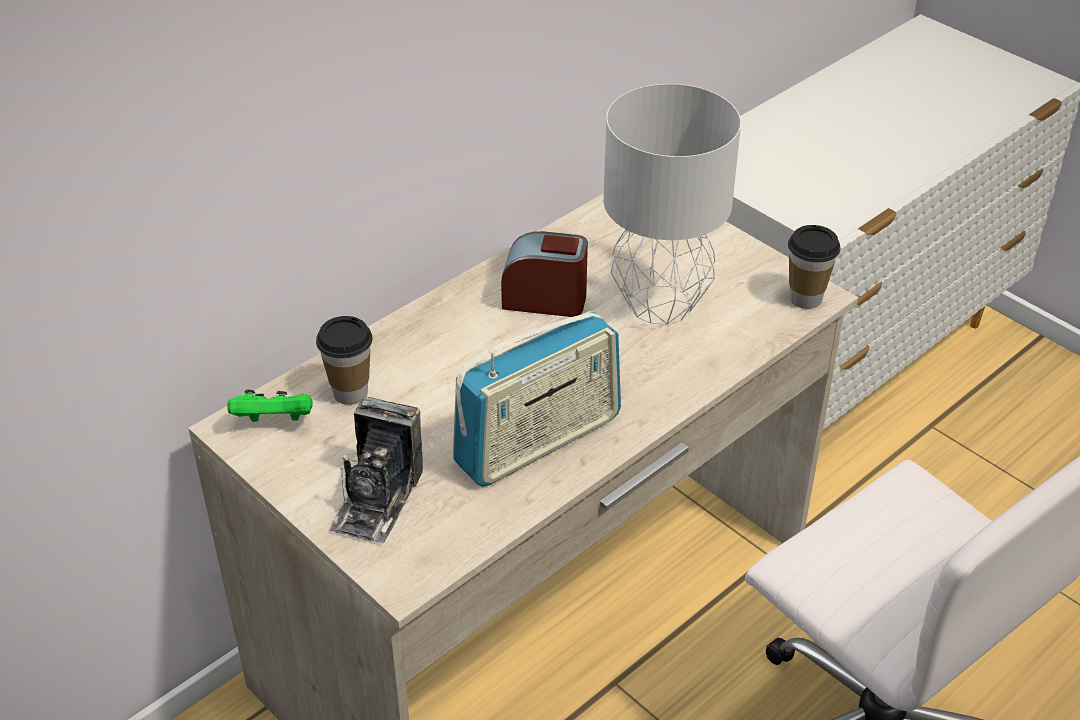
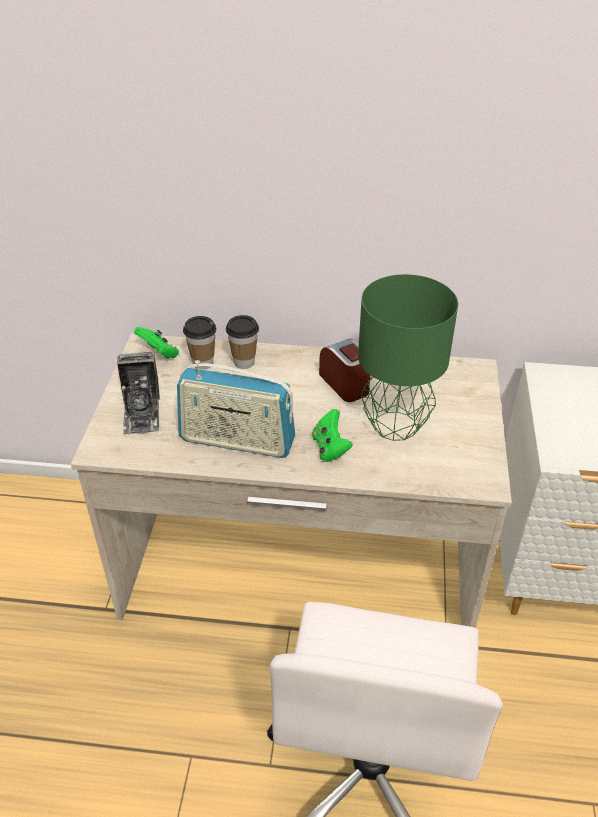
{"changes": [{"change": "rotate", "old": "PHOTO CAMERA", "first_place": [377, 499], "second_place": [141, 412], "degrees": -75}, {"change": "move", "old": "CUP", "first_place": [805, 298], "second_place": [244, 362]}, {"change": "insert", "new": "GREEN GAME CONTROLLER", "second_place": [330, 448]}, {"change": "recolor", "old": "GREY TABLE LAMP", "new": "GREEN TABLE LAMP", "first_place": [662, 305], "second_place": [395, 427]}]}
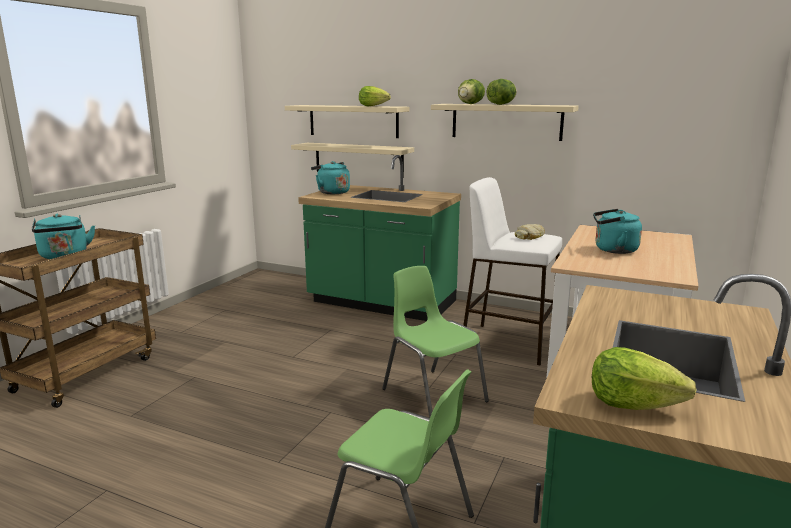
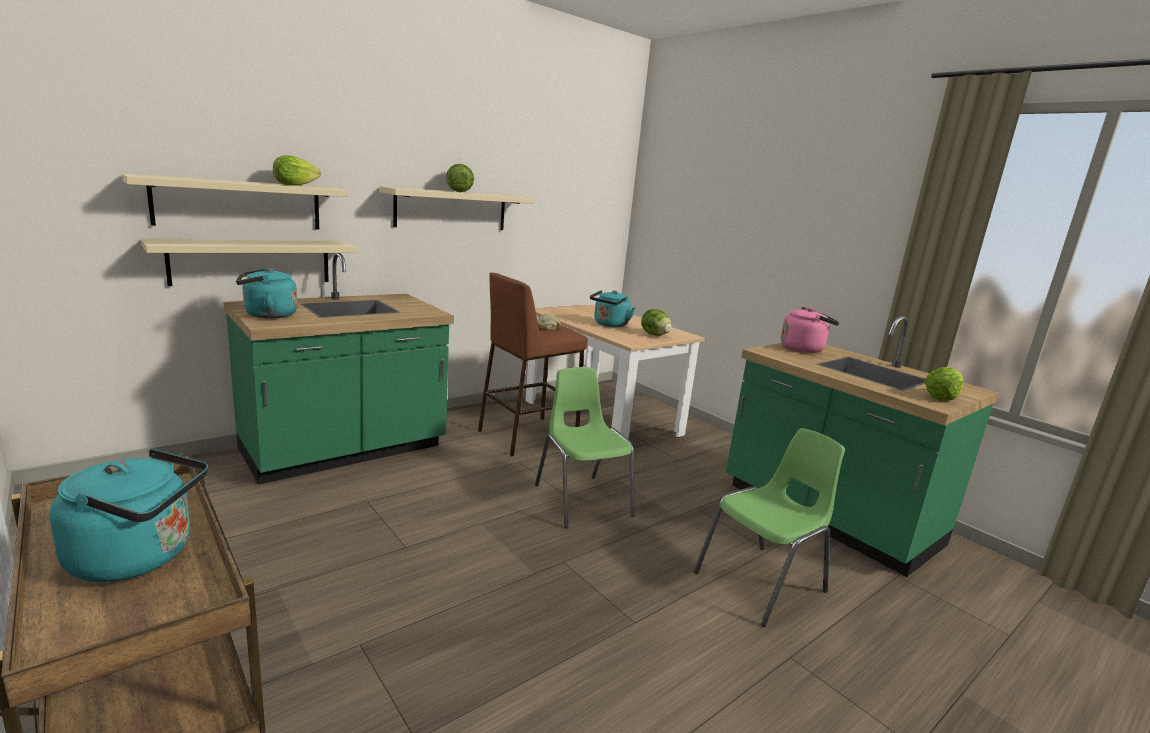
{"changes": [{"change": "recolor", "old": "WHITE STOOL", "new": "BROWN STOOL", "first_place": [507, 343], "second_place": [527, 436]}, {"change": "rotate", "old": "GREEN CHAIR", "first_place": [432, 395], "second_place": [581, 499], "degrees": 75}, {"change": "move", "old": "LETTUCE", "first_place": [470, 104], "second_place": [655, 335]}, {"change": "insert", "new": "PINK KETTLE", "second_place": [804, 349]}]}
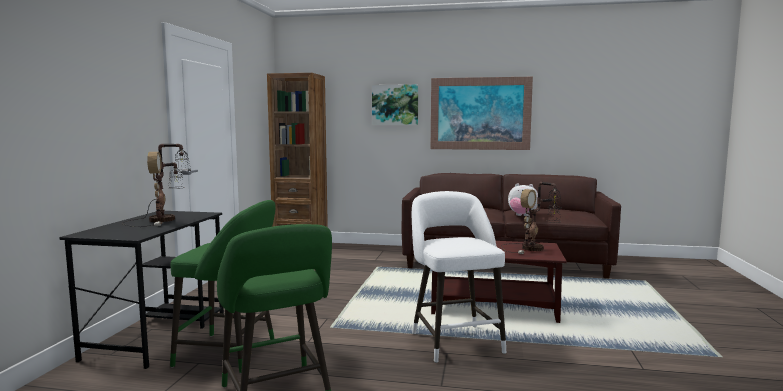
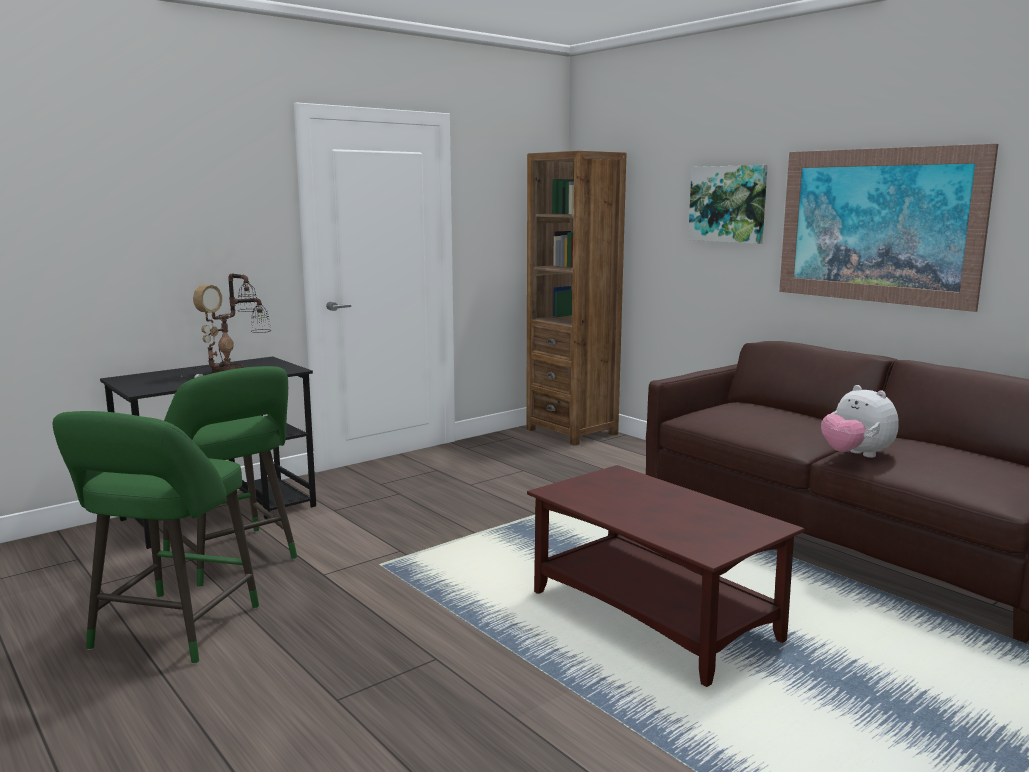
{"changes": [{"change": "delete", "old": "WHITE STOOL", "first_place": [454, 341]}, {"change": "delete", "old": "TABLE LAMP", "first_place": [534, 248]}]}
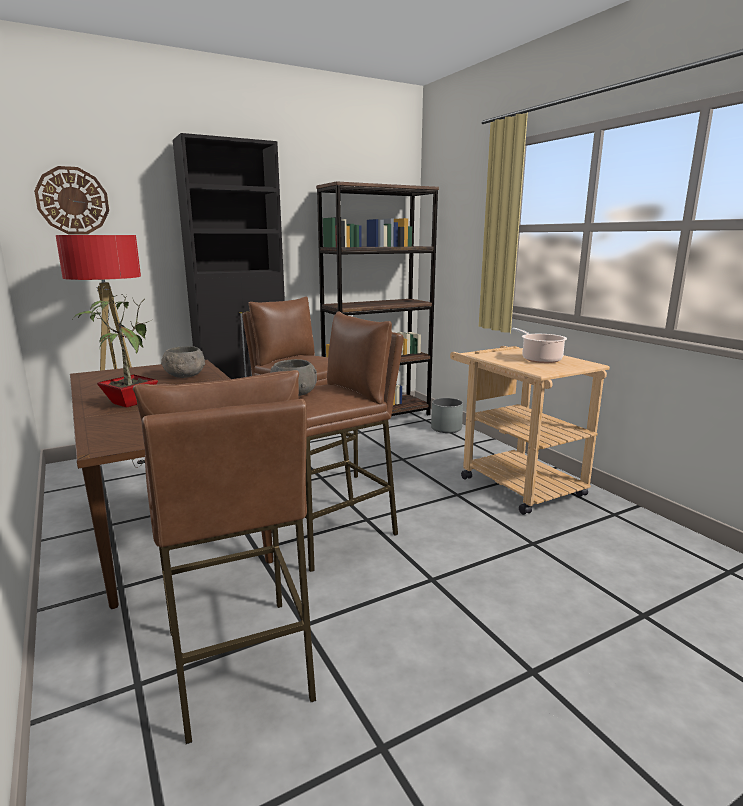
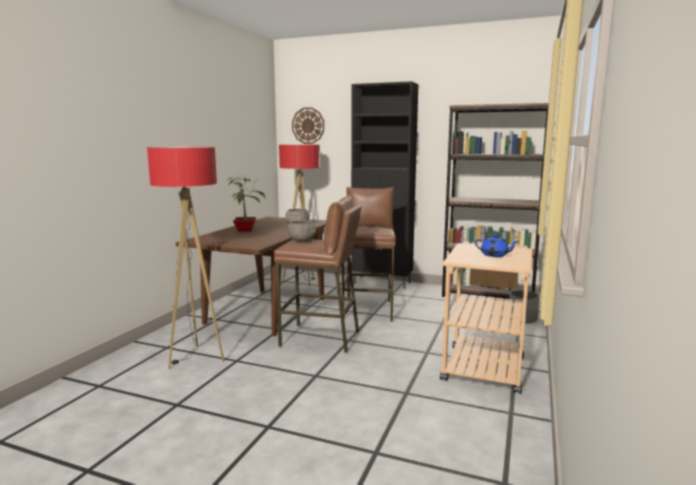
{"changes": [{"change": "replace", "old": "BROWN STOOL", "new": "FLOOR LAMP", "first_place": [238, 664], "second_place": [196, 358]}, {"change": "replace", "old": "COOKING POT", "new": "BLUE TEAPOT", "first_place": [539, 359], "second_place": [495, 255]}]}
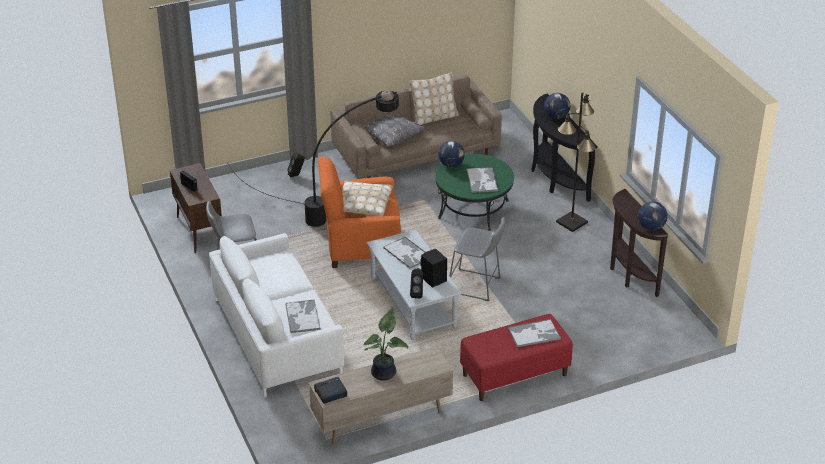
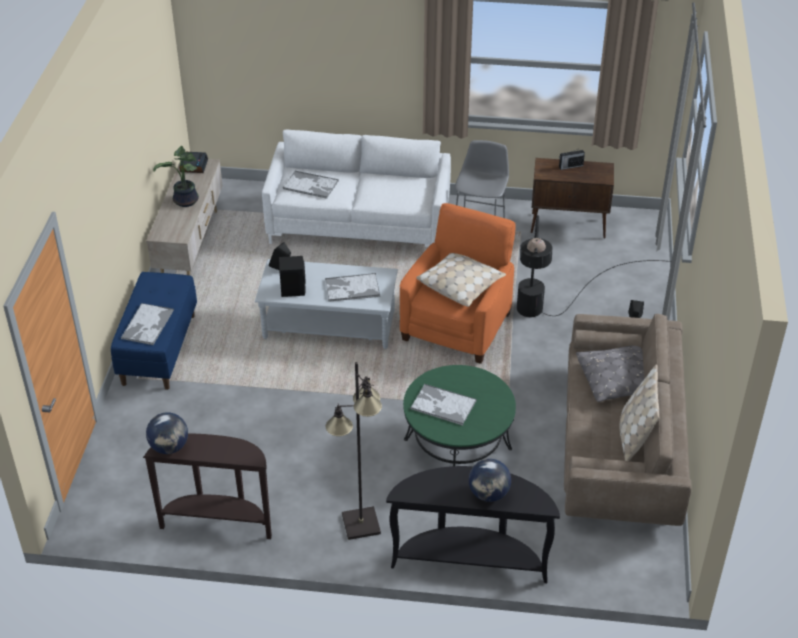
{"changes": [{"change": "recolor", "old": "RED BENCH", "new": "BLUE BENCH", "first_place": [514, 375], "second_place": [158, 349]}, {"change": "delete", "old": "GLOBE", "first_place": [451, 164]}, {"change": "delete", "old": "GREY STOOL", "first_place": [476, 286]}]}
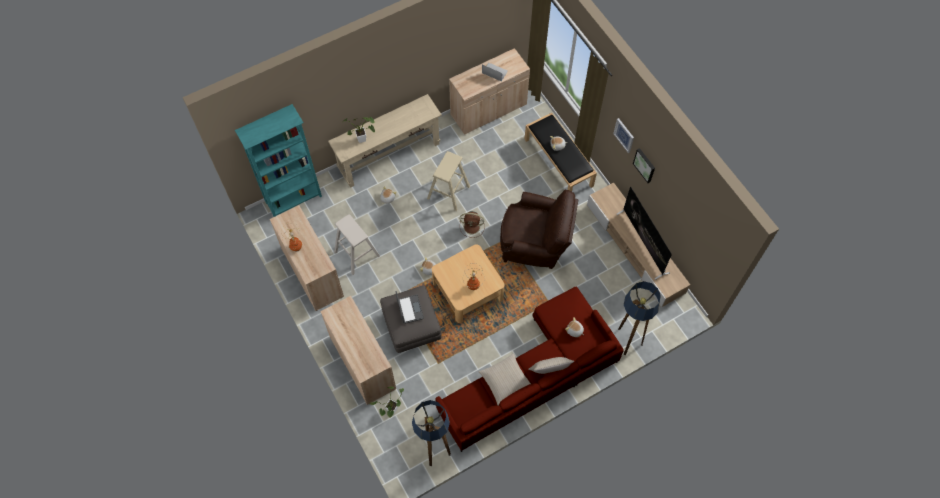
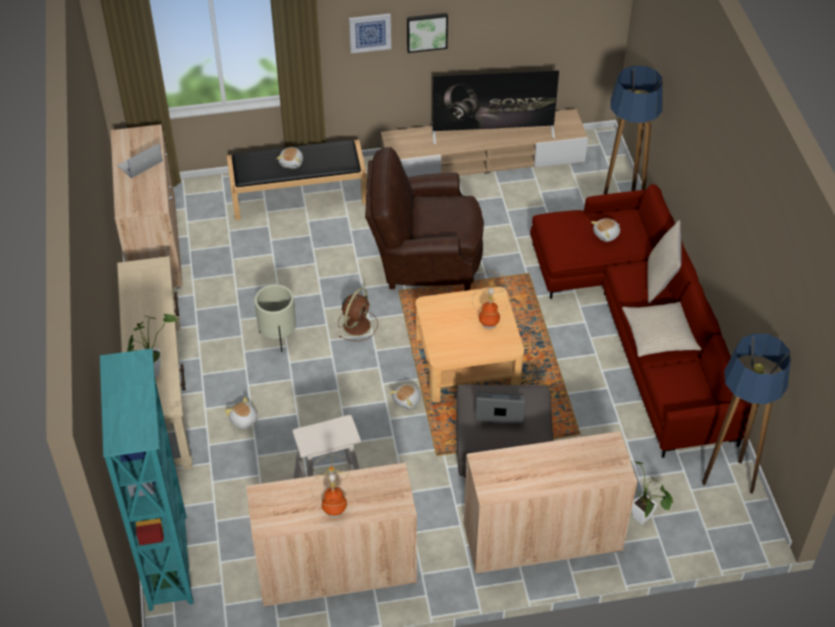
{"changes": [{"change": "replace", "old": "BEIGE STOOL", "new": "BEIGE PLANTER", "first_place": [448, 192], "second_place": [278, 336]}, {"change": "rotate", "old": "BROWN ARMCHAIR", "first_place": [535, 243], "second_place": [423, 260], "degrees": -120}]}
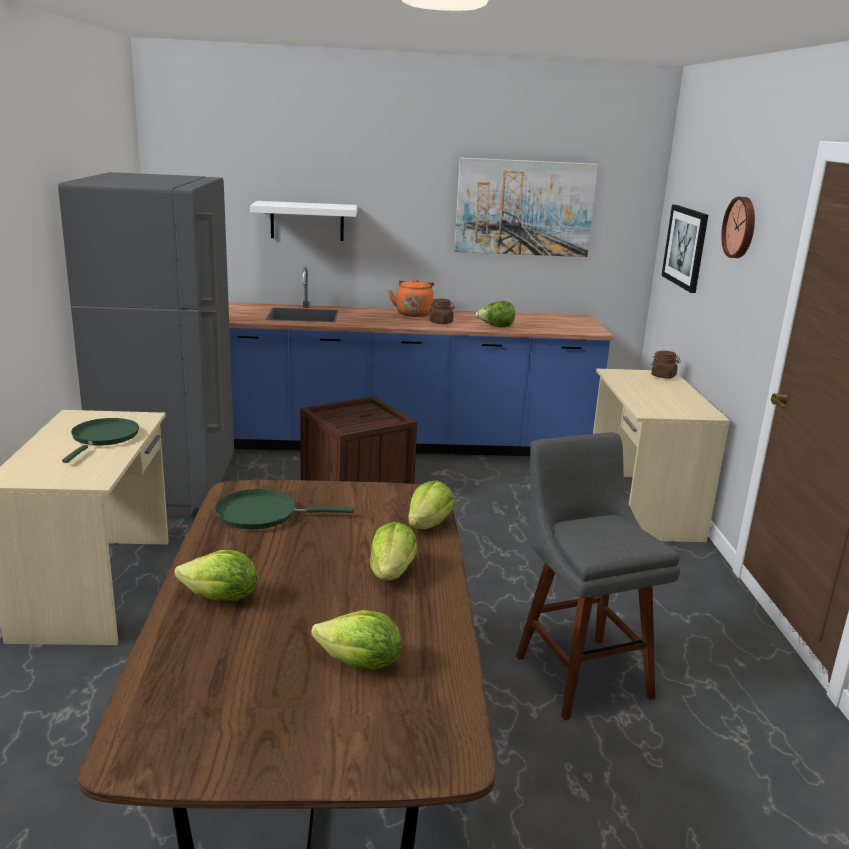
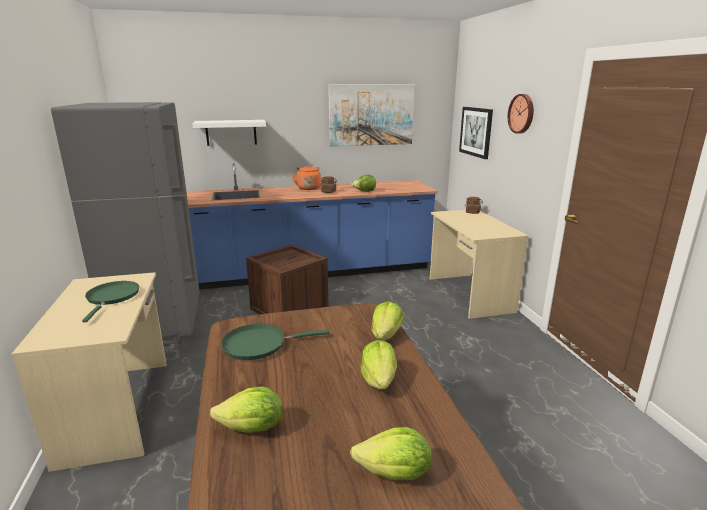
{"changes": [{"change": "delete", "old": "GREY STOOL", "first_place": [579, 672]}]}
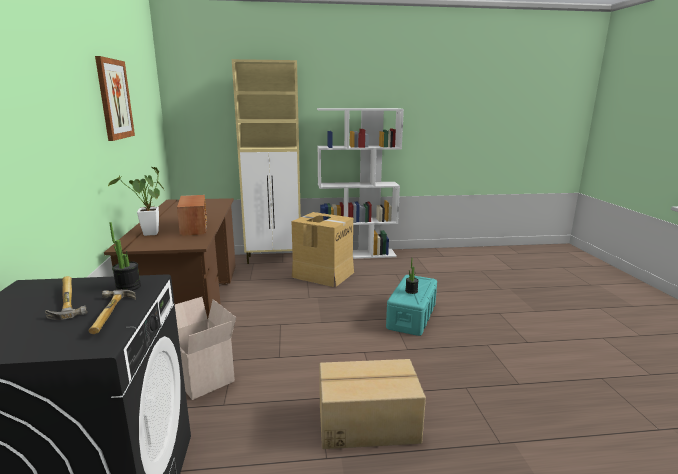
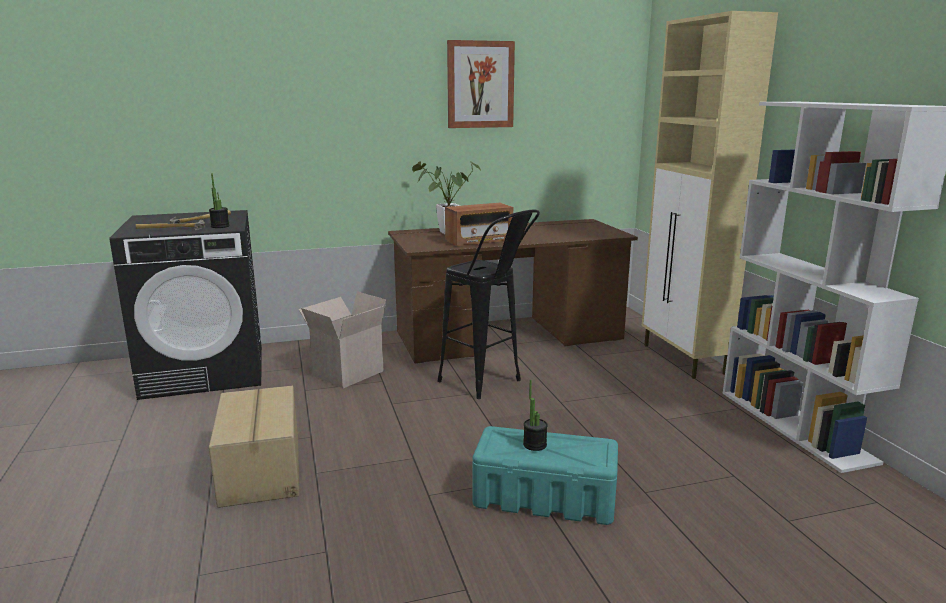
{"changes": [{"change": "insert", "new": "BLACK STOOL", "second_place": [488, 385]}, {"change": "delete", "old": "CARDBOARD BOX", "first_place": [323, 274]}]}
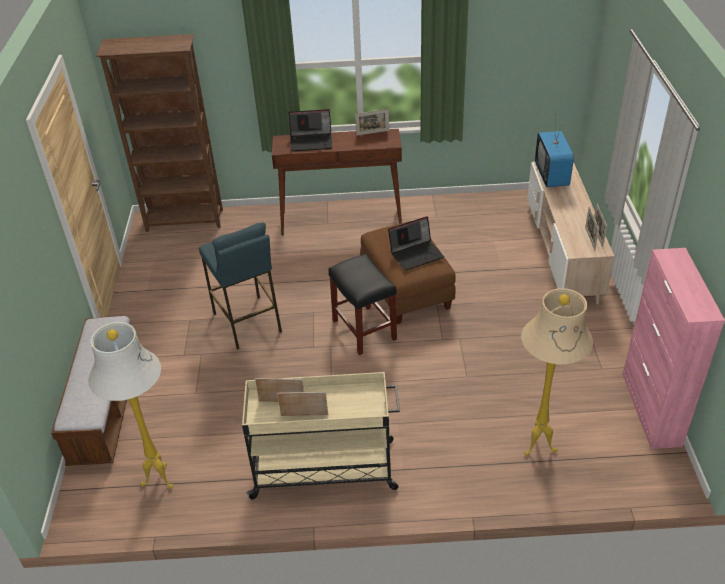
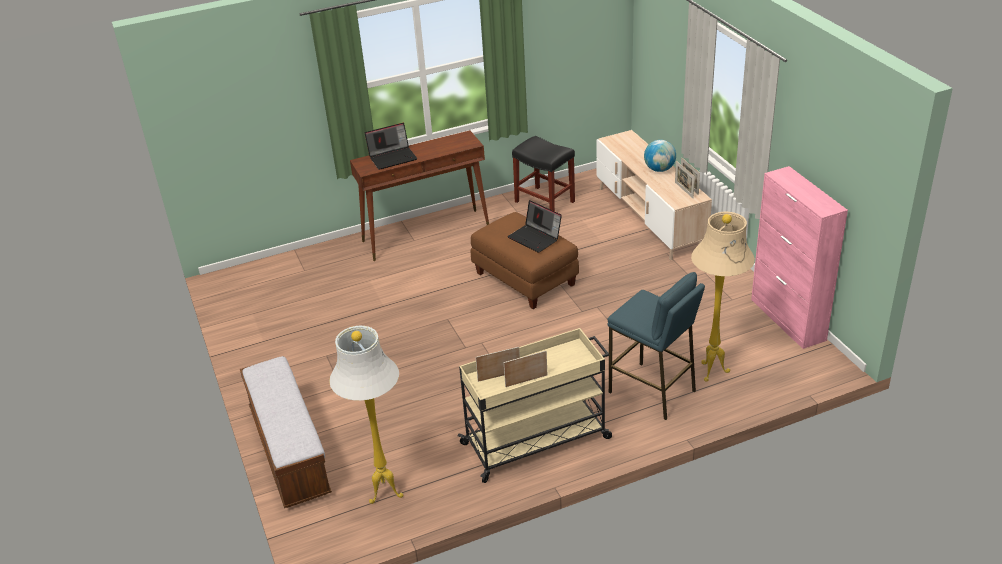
{"changes": [{"change": "rotate", "old": "LAPTOP", "first_place": [416, 254], "second_place": [535, 238], "degrees": 90}, {"change": "move", "old": "BLACK STOOL", "first_place": [365, 330], "second_place": [545, 202]}, {"change": "move", "old": "BLUE STOOL", "first_place": [247, 322], "second_place": [652, 391]}, {"change": "insert", "new": "GLOBE", "second_place": [659, 169]}, {"change": "delete", "old": "BROWN BOOKCASE", "first_place": [185, 221]}, {"change": "delete", "old": "PICTURE FRAME", "first_place": [372, 133]}, {"change": "delete", "old": "TELEVISION", "first_place": [551, 176]}]}
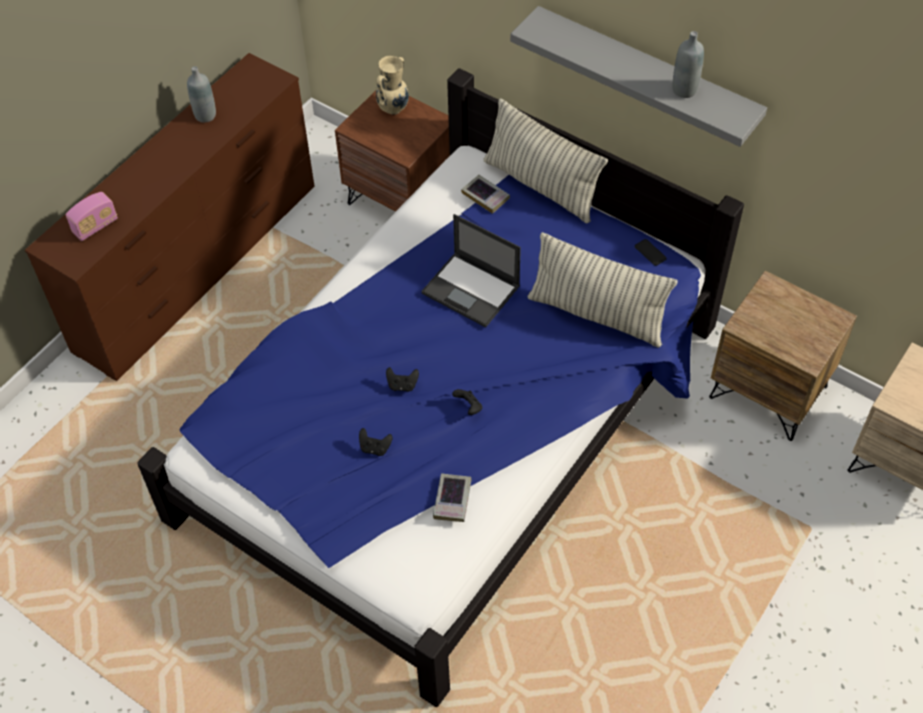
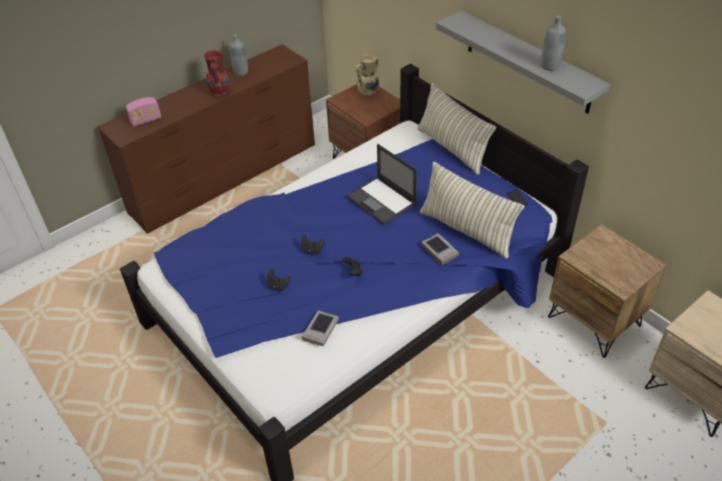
{"changes": [{"change": "insert", "new": "RED VASE", "second_place": [220, 92]}, {"change": "move", "old": "BOOK", "first_place": [485, 196], "second_place": [440, 251]}]}
